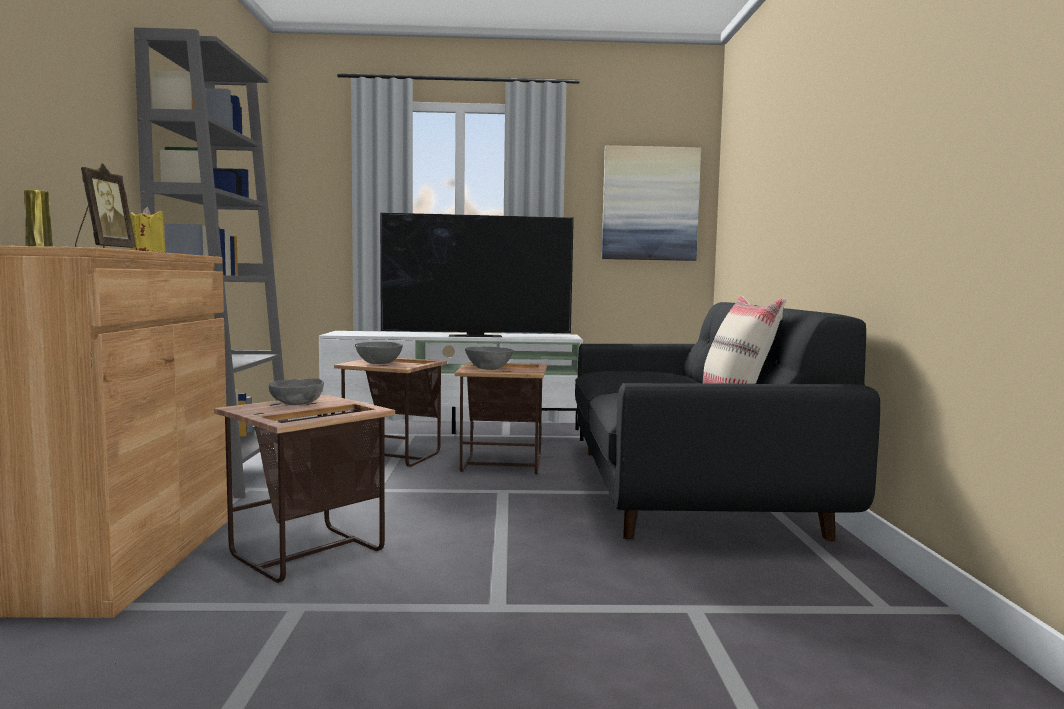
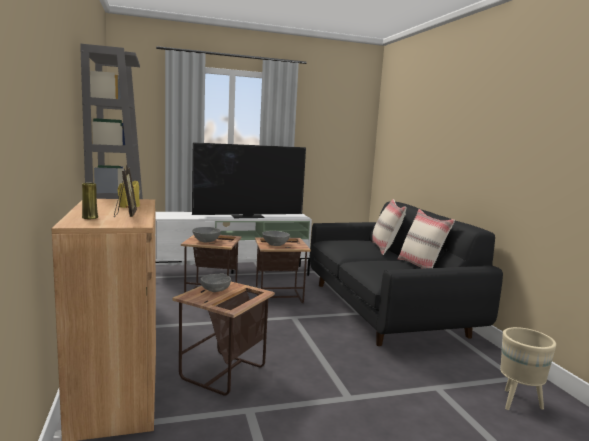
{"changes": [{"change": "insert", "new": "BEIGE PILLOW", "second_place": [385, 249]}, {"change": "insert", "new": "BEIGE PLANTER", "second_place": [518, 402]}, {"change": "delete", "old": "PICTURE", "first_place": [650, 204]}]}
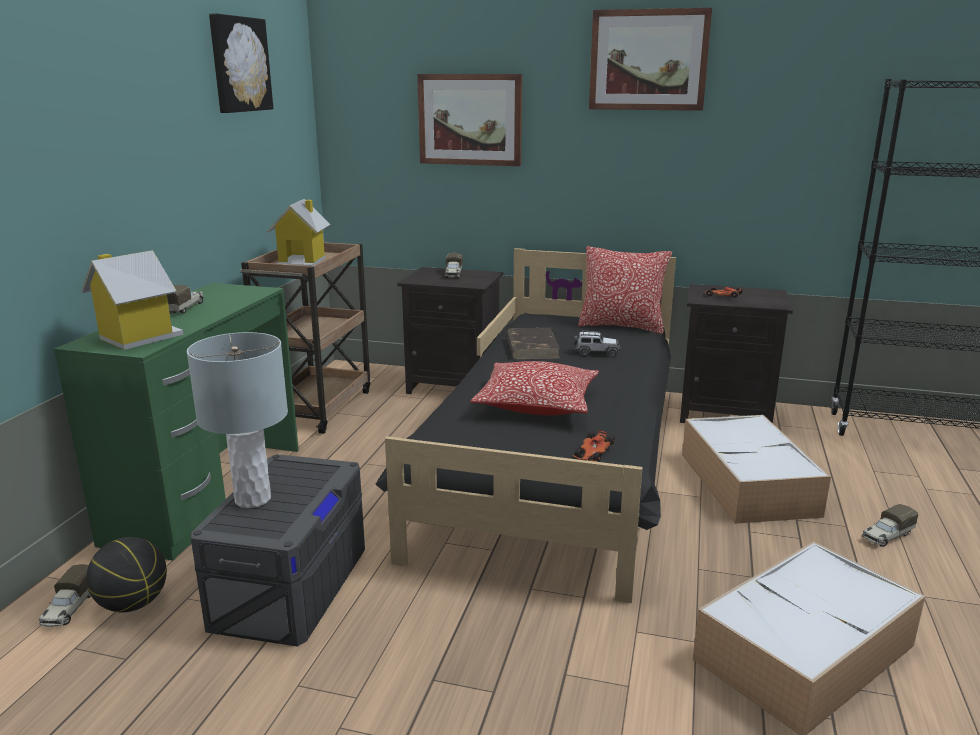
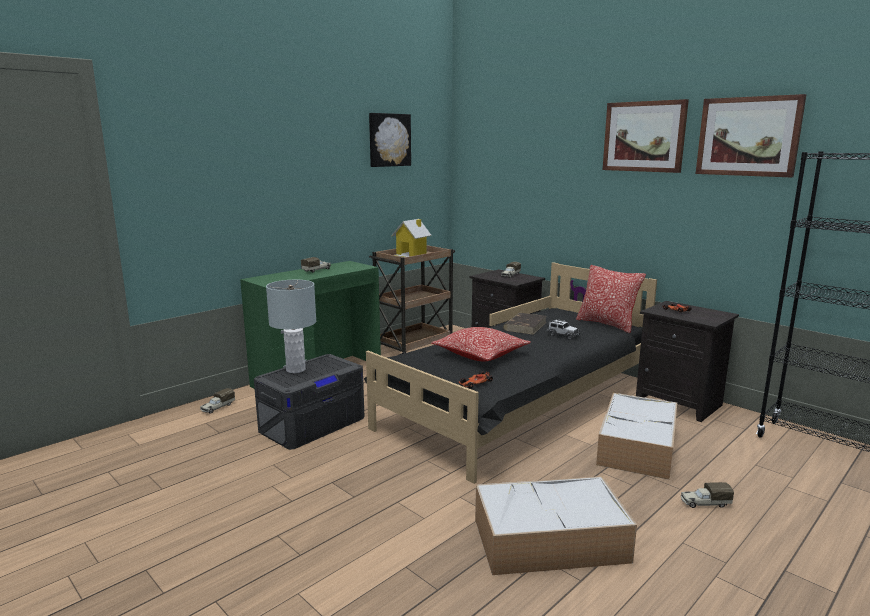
{"changes": [{"change": "move", "old": "PICTURE", "first_place": [470, 119], "second_place": [748, 136]}, {"change": "delete", "old": "TOY HOUSE", "first_place": [137, 337]}, {"change": "delete", "old": "BASKETBALL", "first_place": [133, 604]}]}
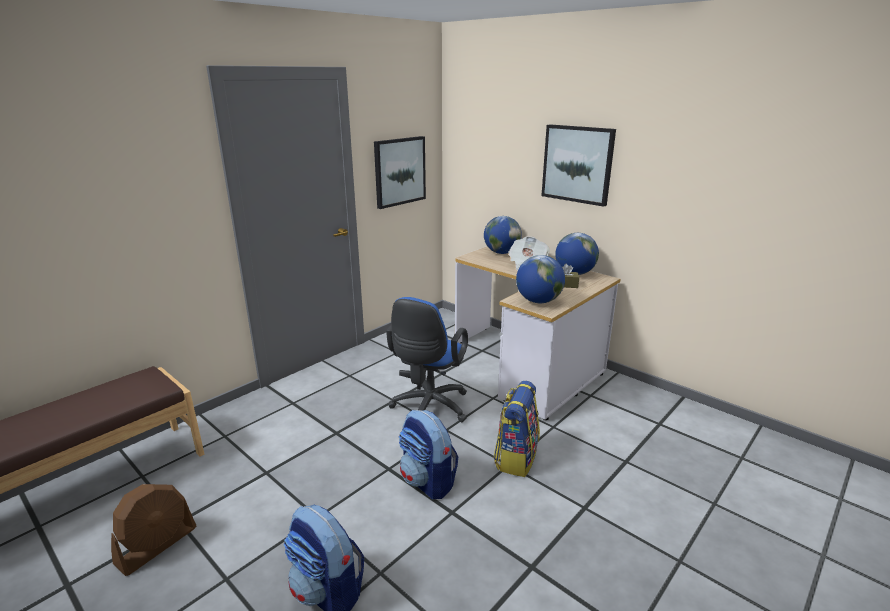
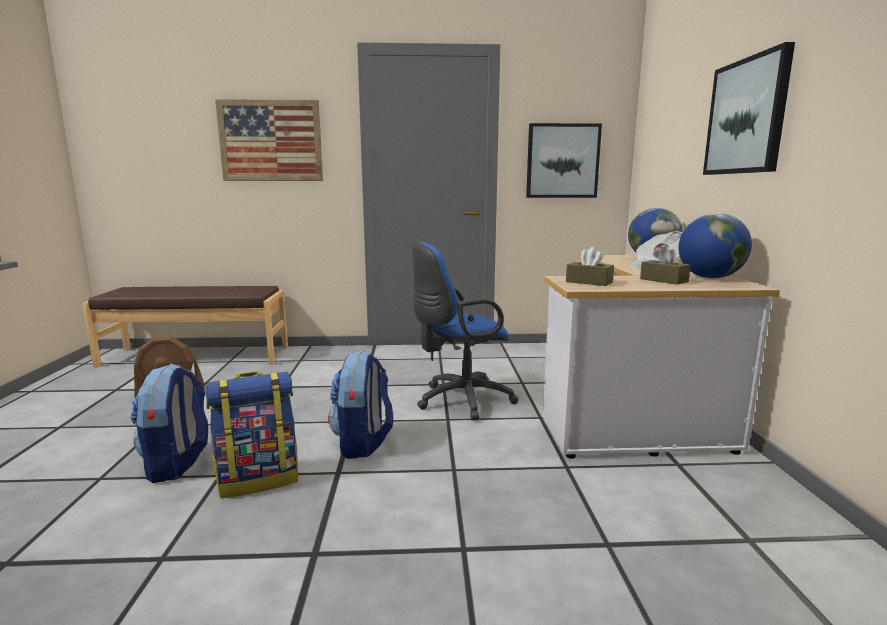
{"changes": [{"change": "move", "old": "BACKPACK", "first_place": [515, 457], "second_place": [259, 479]}, {"change": "insert", "new": "PICTURE", "second_place": [271, 141]}, {"change": "replace", "old": "GLOBE", "new": "BROWN TISSUE BOX", "first_place": [538, 301], "second_place": [589, 282]}]}
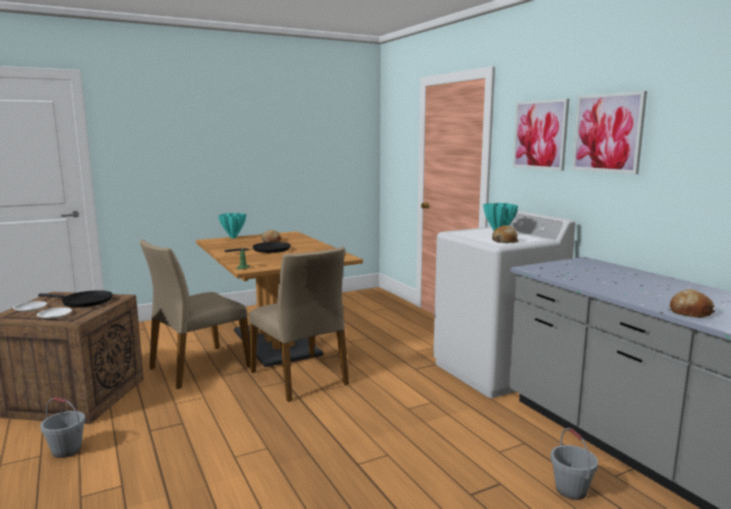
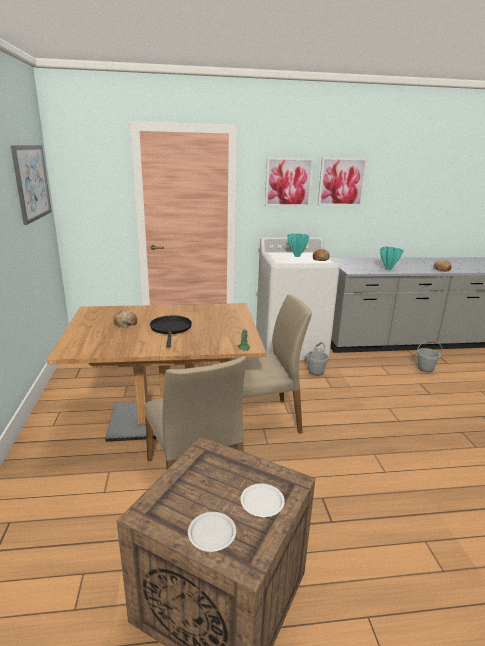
{"changes": [{"change": "insert", "new": "PICTURE", "second_place": [31, 182]}, {"change": "move", "old": "GREY BUCKET", "first_place": [67, 450], "second_place": [315, 372]}, {"change": "move", "old": "TURQUOISE VASE", "first_place": [233, 238], "second_place": [388, 269]}, {"change": "delete", "old": "BLACK FRYING PAN", "first_place": [84, 302]}]}
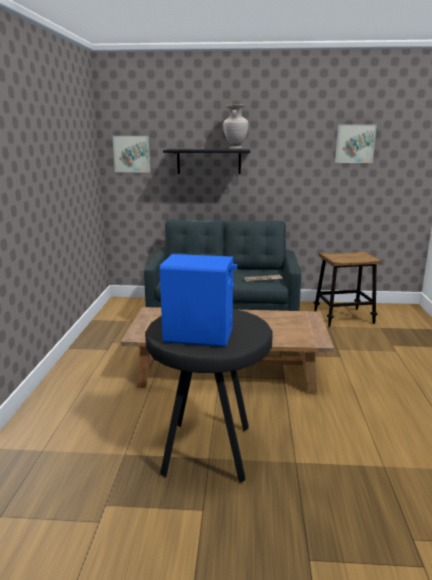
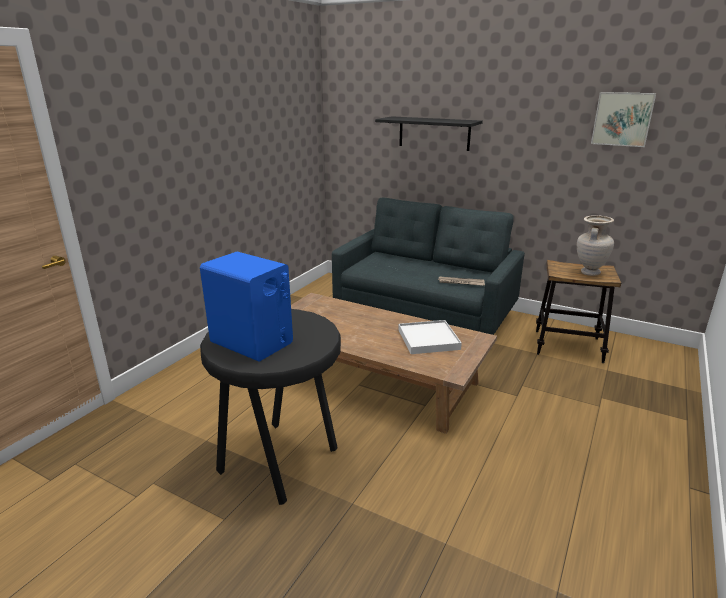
{"changes": [{"change": "insert", "new": "WHITE TRAY", "second_place": [428, 339]}, {"change": "move", "old": "BEIGE VASE", "first_place": [235, 149], "second_place": [589, 273]}, {"change": "delete", "old": "PICTURE", "first_place": [132, 154]}]}
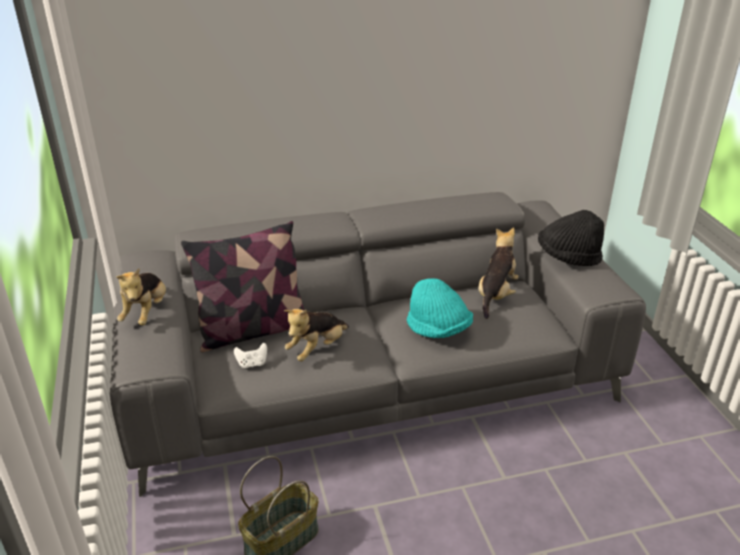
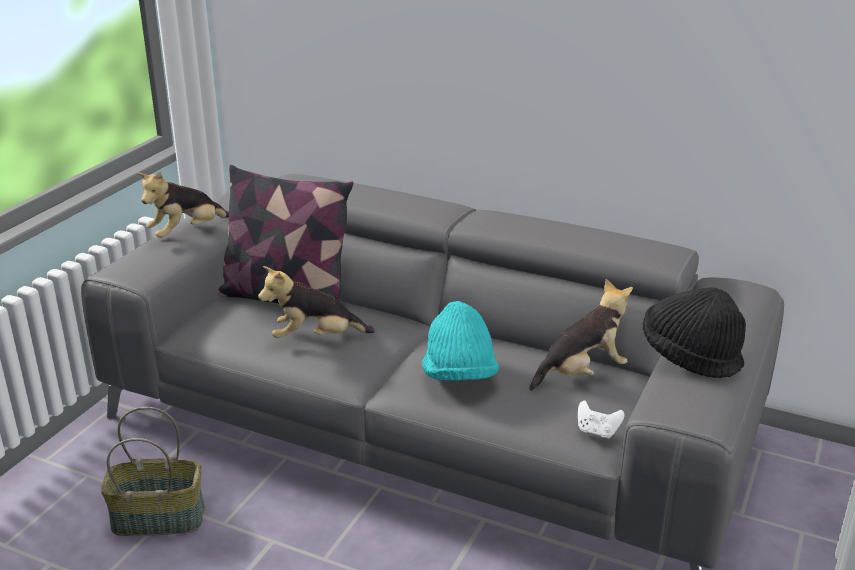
{"changes": [{"change": "move", "old": "WHITE GAME CONTROLLER", "first_place": [252, 364], "second_place": [597, 431]}]}
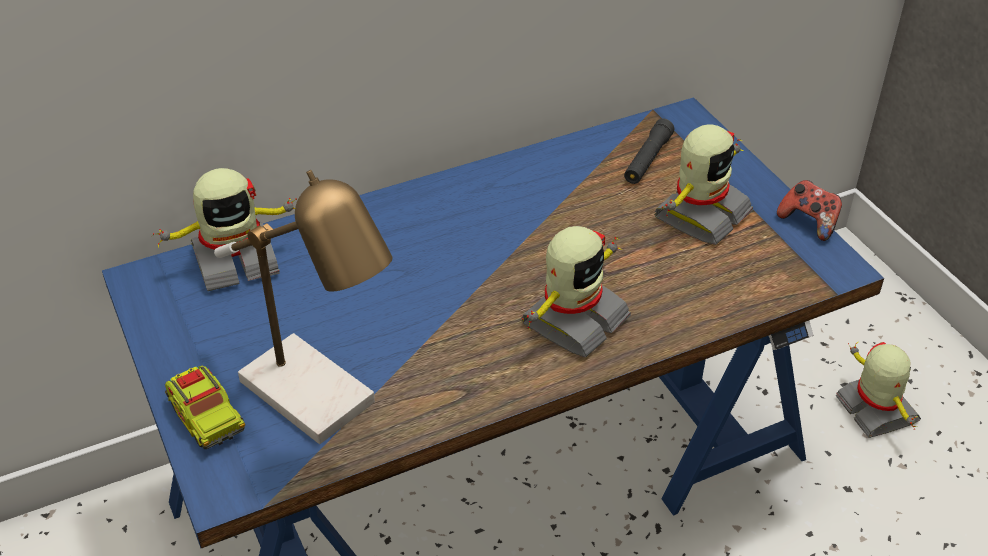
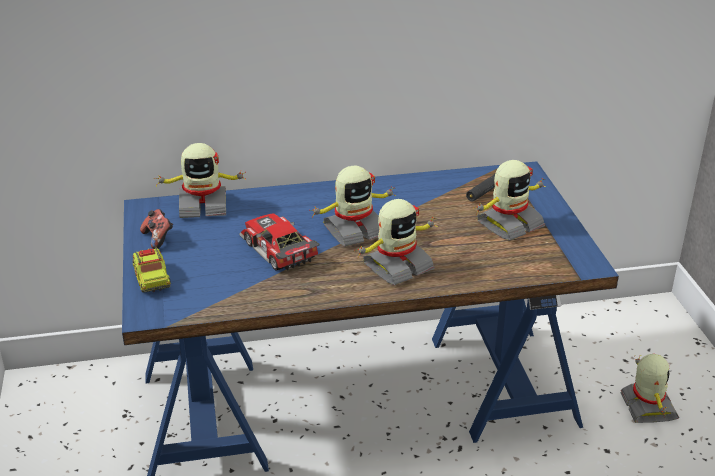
{"changes": [{"change": "move", "old": "GAME CONTROLLER", "first_place": [809, 222], "second_place": [158, 238]}, {"change": "insert", "new": "TOY CAR", "second_place": [276, 251]}, {"change": "insert", "new": "TOY ROBOT", "second_place": [354, 230]}, {"change": "delete", "old": "TABLE LAMP", "first_place": [321, 400]}]}
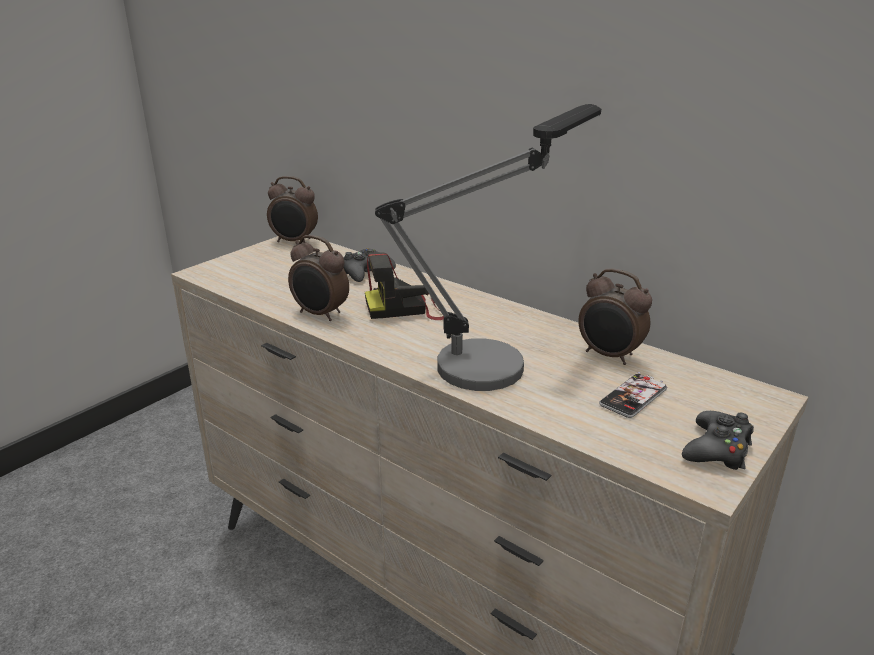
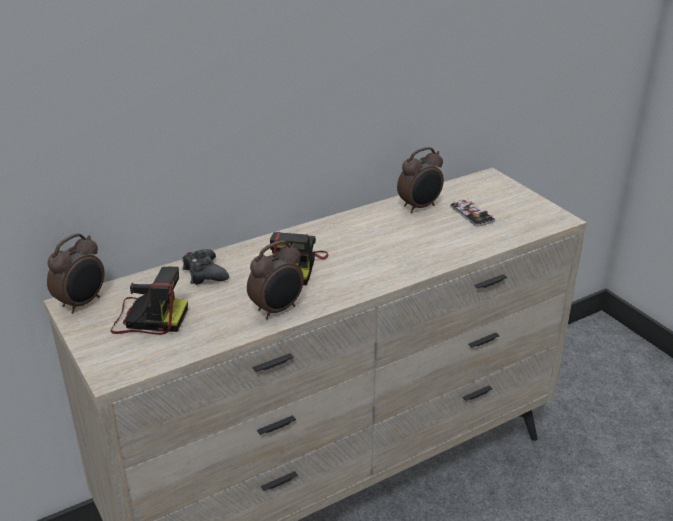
{"changes": [{"change": "insert", "new": "PHOTO CAMERA", "second_place": [148, 318]}, {"change": "delete", "old": "TABLE LAMP", "first_place": [497, 357]}, {"change": "delete", "old": "BLACK GAME CONTROLLER", "first_place": [717, 449]}]}
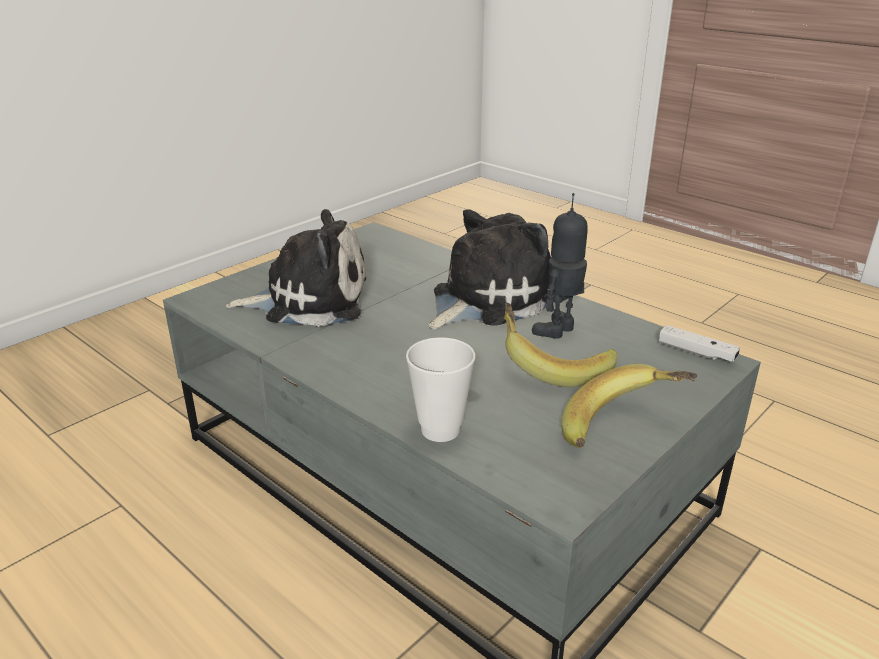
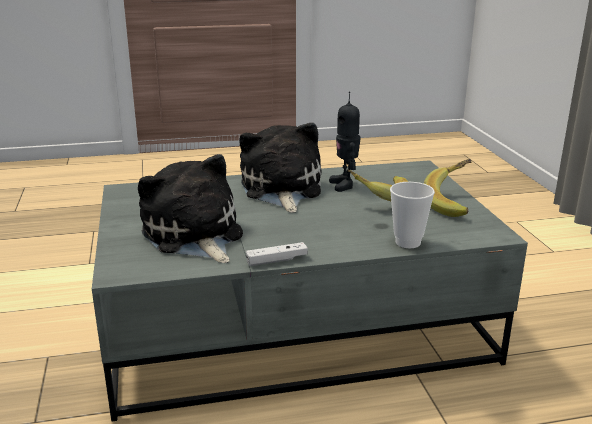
{"changes": [{"change": "rotate", "old": "PLUSH TOY", "first_place": [309, 300], "second_place": [194, 235], "degrees": -60}, {"change": "move", "old": "WHITE GAME CONTROLLER", "first_place": [696, 352], "second_place": [277, 260]}]}
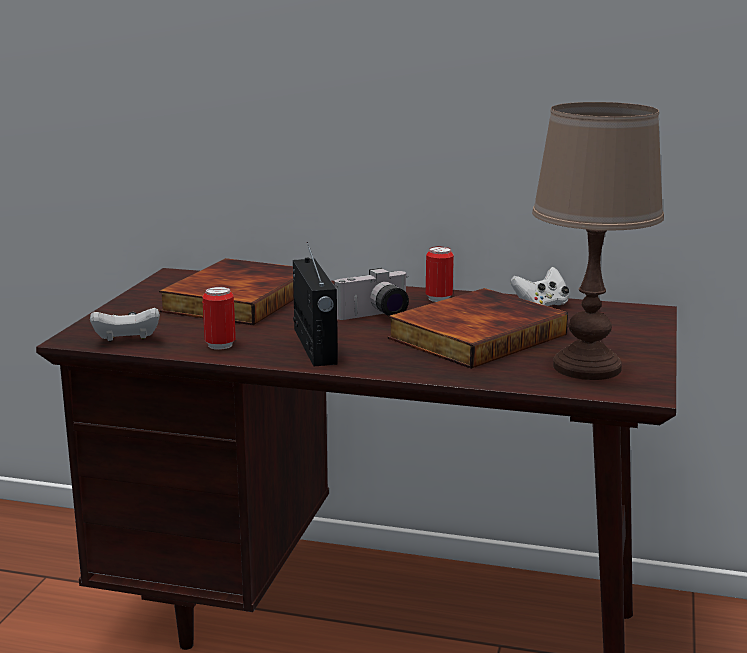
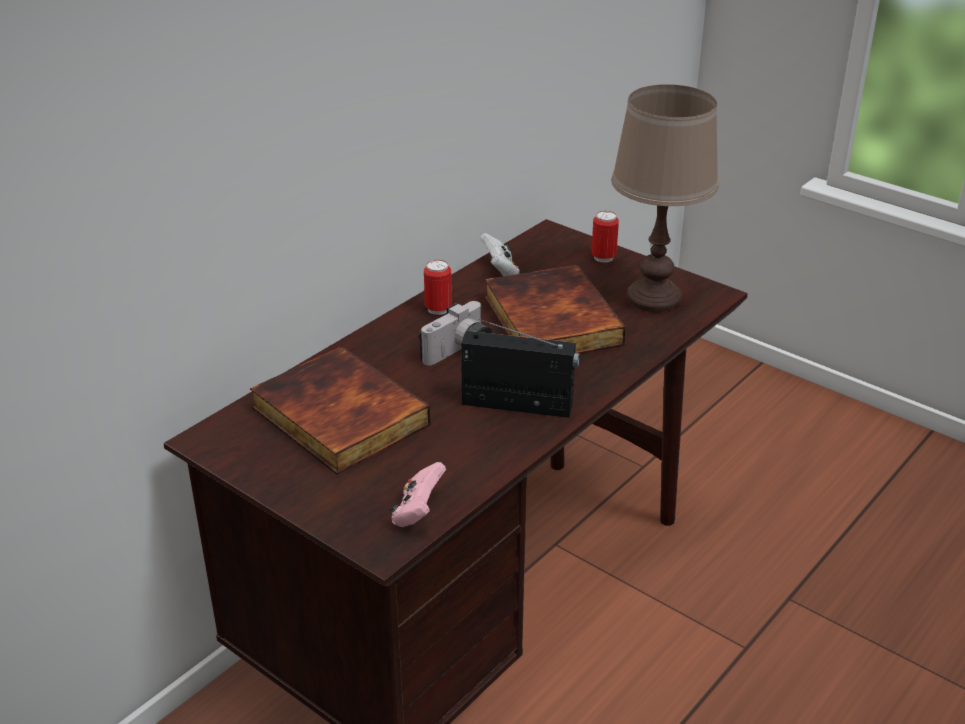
{"changes": [{"change": "recolor", "old": "WHITE GAME CONTROLLER", "new": "PINK GAME CONTROLLER", "first_place": [127, 341], "second_place": [418, 512]}, {"change": "rotate", "old": "PHOTO CAMERA", "first_place": [376, 316], "second_place": [460, 353], "degrees": 45}, {"change": "move", "old": "CAN", "first_place": [220, 345], "second_place": [603, 257]}]}
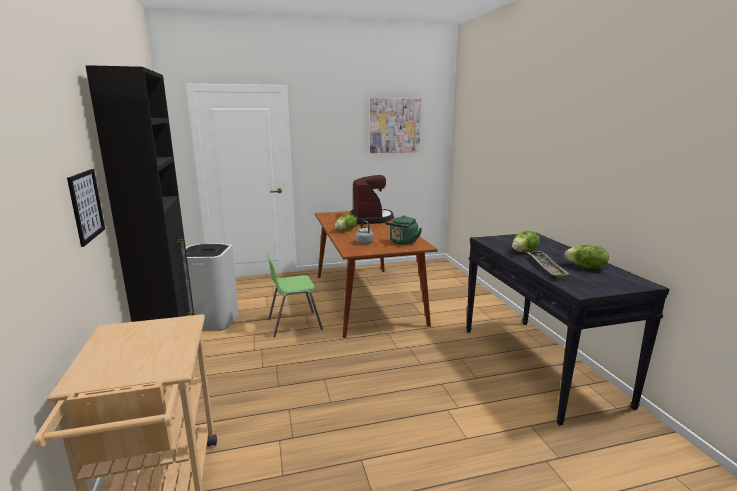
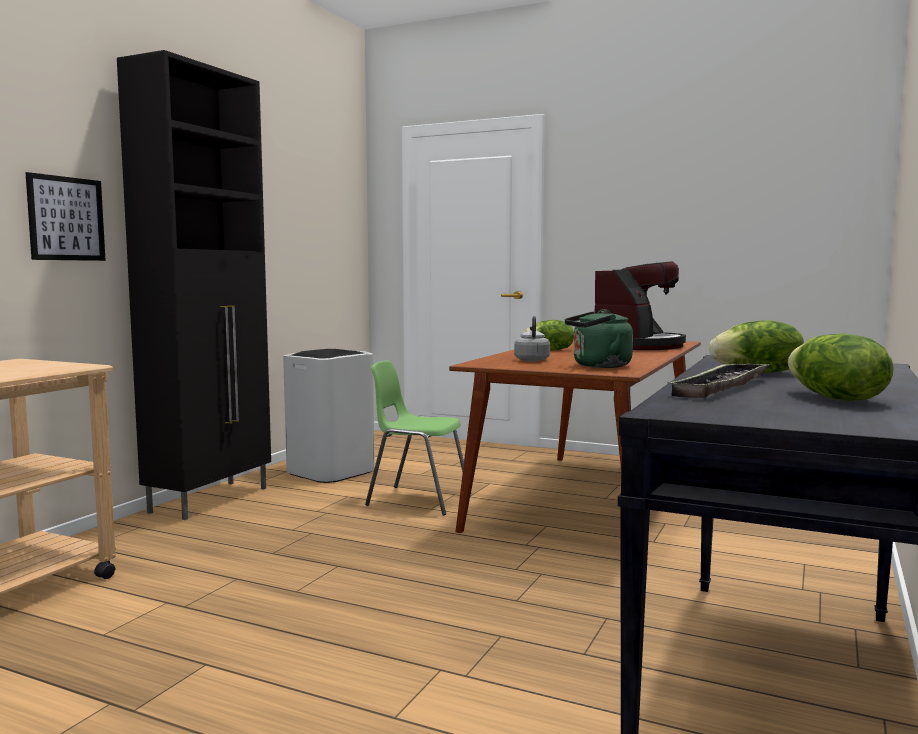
{"changes": [{"change": "delete", "old": "PICTURE", "first_place": [395, 125]}]}
